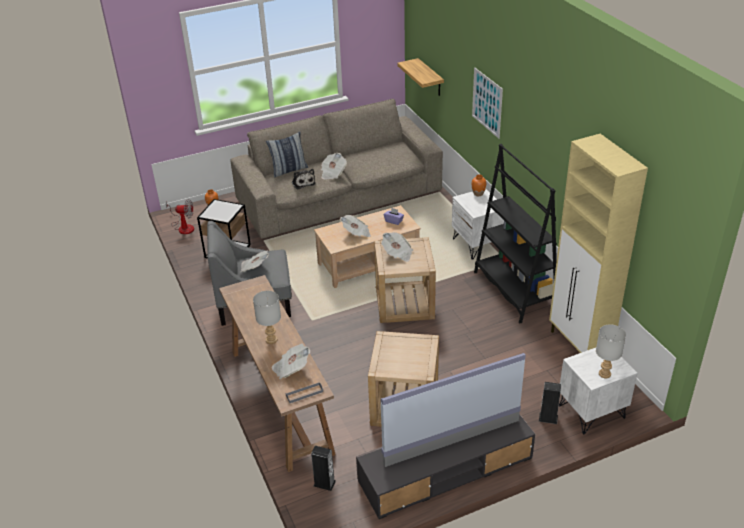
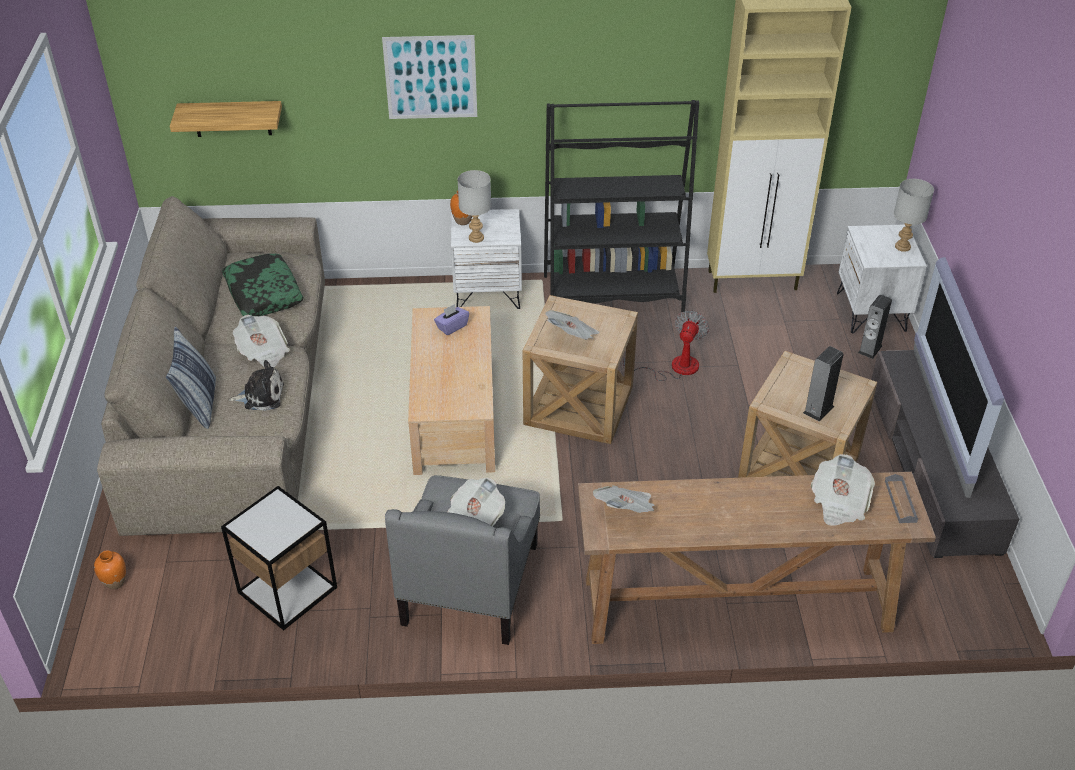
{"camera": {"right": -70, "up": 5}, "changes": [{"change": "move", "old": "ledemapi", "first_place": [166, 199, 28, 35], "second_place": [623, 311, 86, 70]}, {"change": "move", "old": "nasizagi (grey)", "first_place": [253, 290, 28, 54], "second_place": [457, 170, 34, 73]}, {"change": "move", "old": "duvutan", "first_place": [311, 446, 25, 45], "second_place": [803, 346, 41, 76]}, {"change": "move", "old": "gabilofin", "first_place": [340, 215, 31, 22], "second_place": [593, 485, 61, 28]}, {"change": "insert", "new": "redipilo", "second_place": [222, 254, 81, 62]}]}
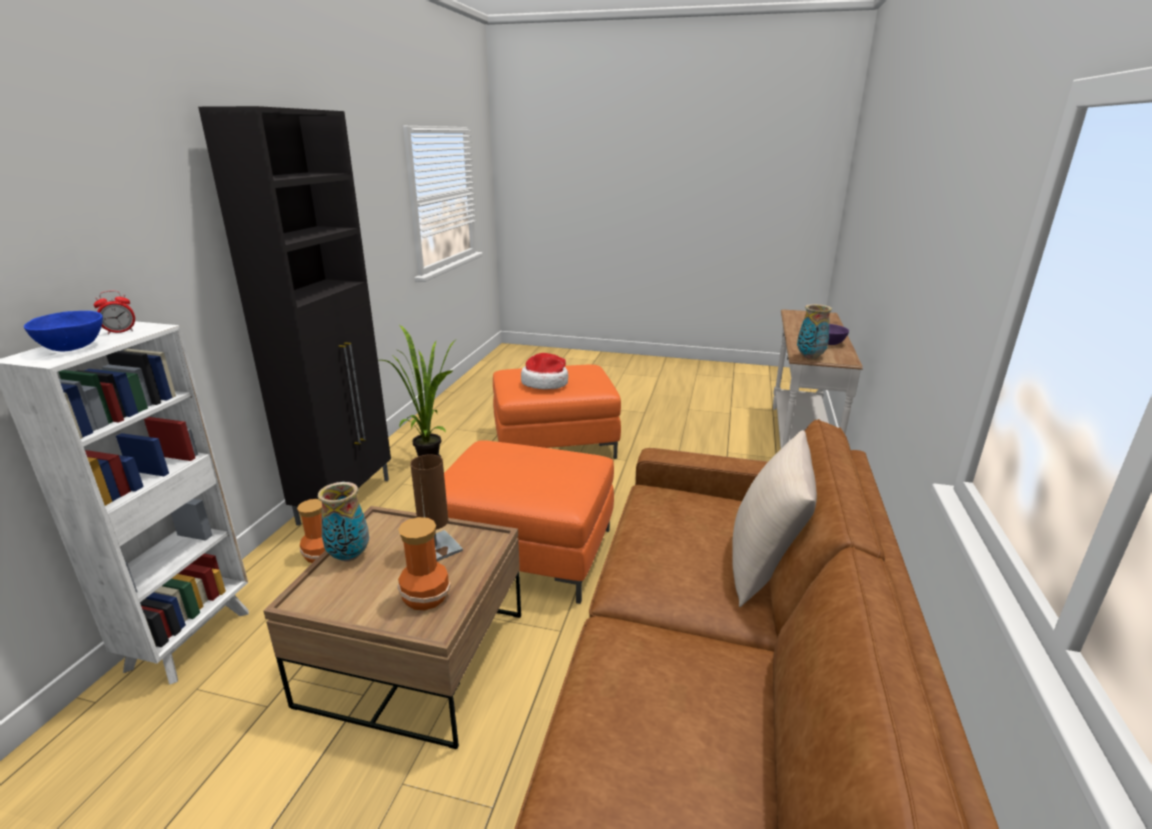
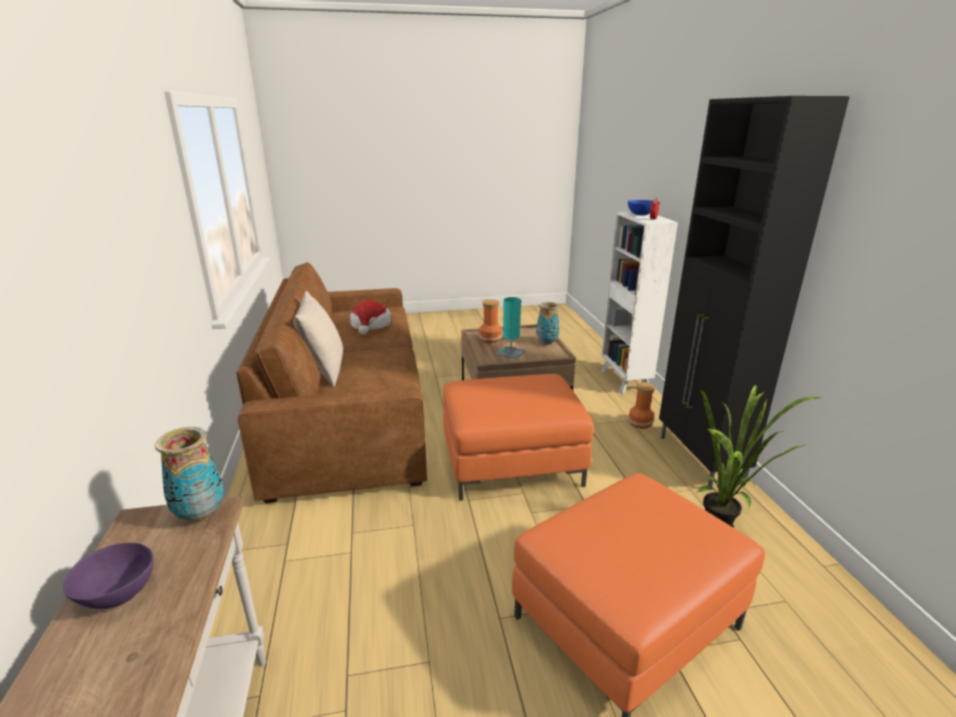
{"camera": {"right": 155, "up": 0}, "changes": [{"change": "recolor", "old": "nasizagi (brown)", "new": "nasizagi (turquoise)", "first_place": [410, 454, 53, 107], "second_place": [496, 297, 30, 62]}, {"change": "move", "old": "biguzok", "first_place": [521, 353, 47, 36], "second_place": [350, 300, 41, 35]}]}
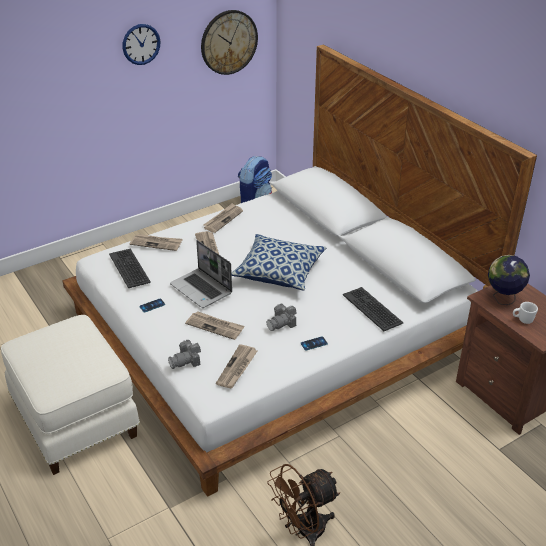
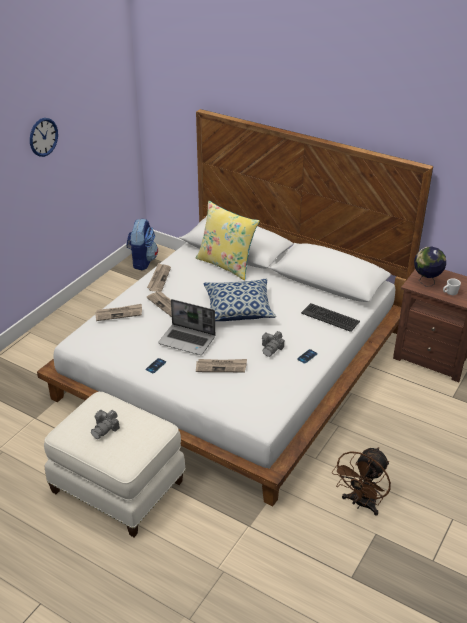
{"camera": {"right": -25, "up": 0}, "changes": [{"change": "delete", "old": "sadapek", "first_place": [109, 249, 42, 39]}, {"change": "move", "old": "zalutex", "first_place": [168, 340, 33, 29], "second_place": [91, 410, 29, 29]}, {"change": "delete", "old": "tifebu", "first_place": [201, 10, 57, 65]}, {"change": "delete", "old": "gabilofin", "first_place": [216, 344, 41, 45]}, {"change": "insert", "new": "redipilo (yellow)", "second_place": [196, 201, 64, 79]}]}
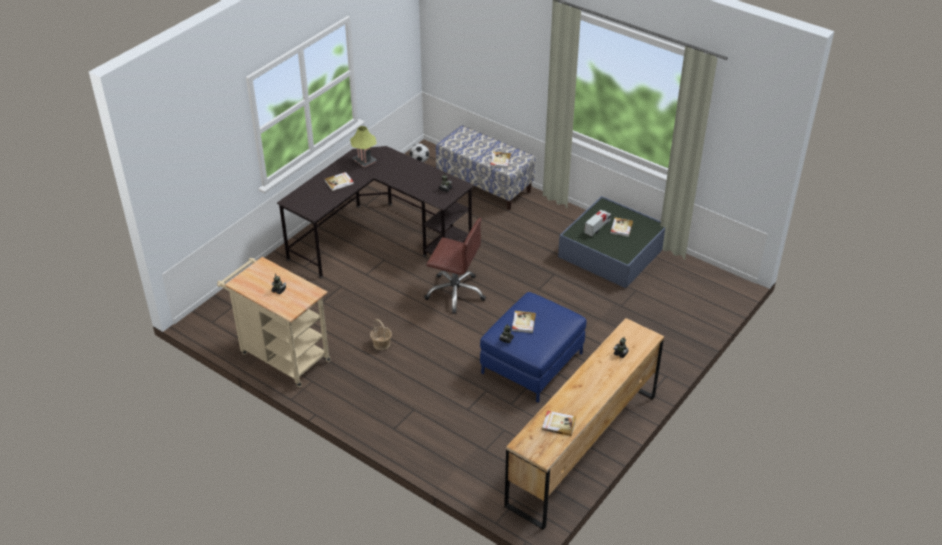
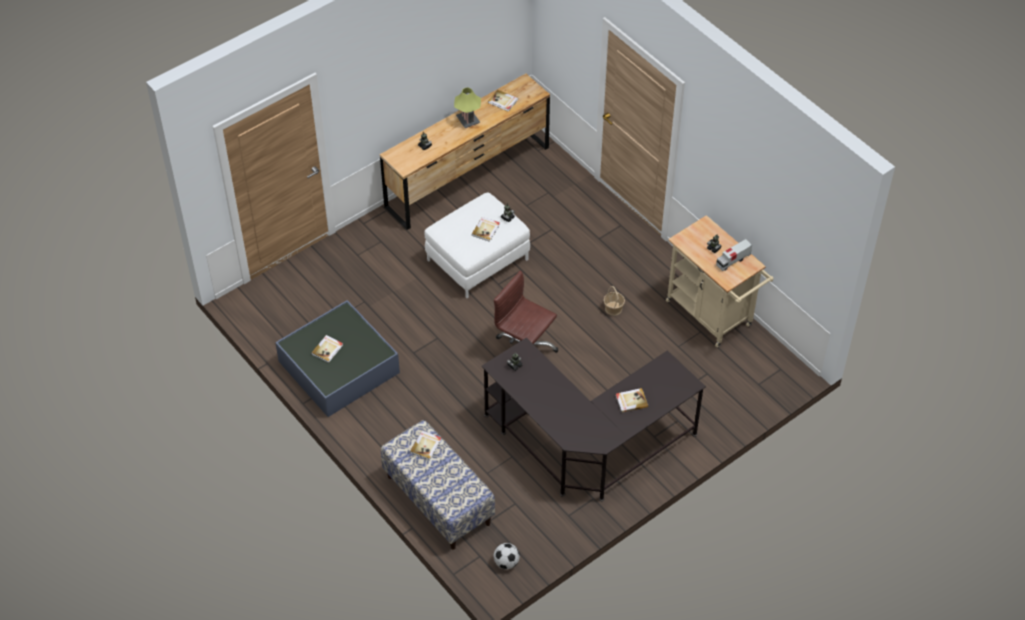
{"camera": {"right": -165, "up": 10}, "changes": [{"change": "move", "old": "nasizagi", "first_place": [350, 126, 27, 42], "second_place": [454, 87, 27, 41]}, {"change": "recolor", "old": "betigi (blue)", "new": "betigi (white)", "first_place": [480, 292, 106, 110], "second_place": [425, 192, 105, 106]}, {"change": "move", "old": "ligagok", "first_place": [584, 210, 27, 27], "second_place": [716, 239, 36, 32]}]}
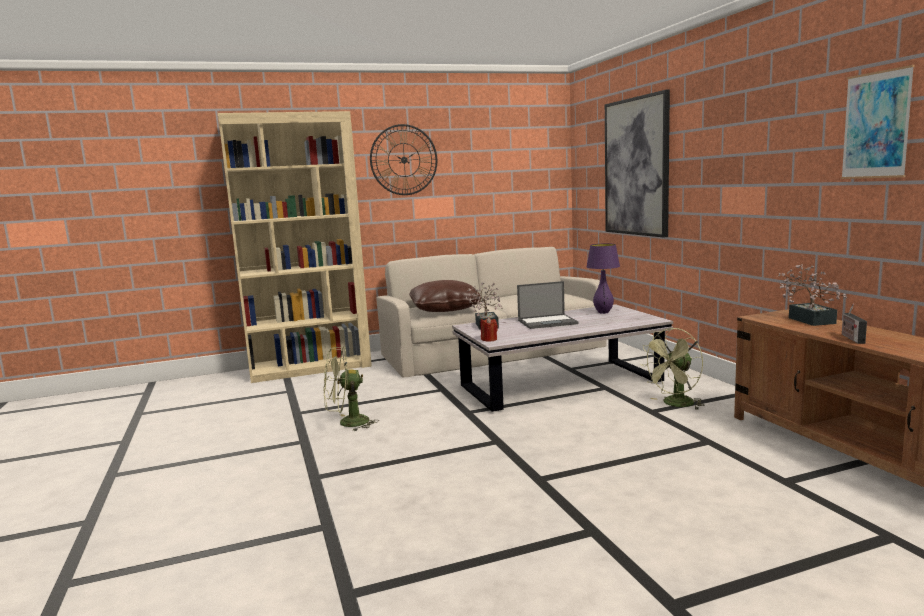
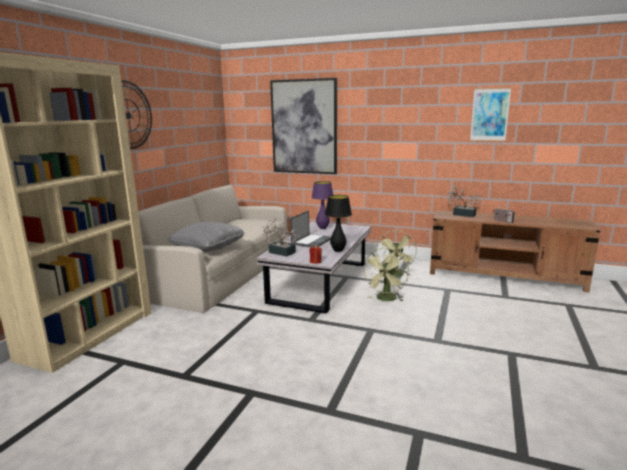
{"camera": {"right": -50, "up": 5}, "changes": [{"change": "move", "old": "ledemapi (green)", "first_place": [323, 347, 56, 85], "second_place": [363, 248, 46, 53]}, {"change": "recolor", "old": "redipilo (brown)", "new": "redipilo (grey)", "first_place": [409, 280, 73, 32], "second_place": [168, 221, 77, 31]}, {"change": "insert", "new": "nasizagi (black)", "second_place": [325, 195, 27, 57]}]}
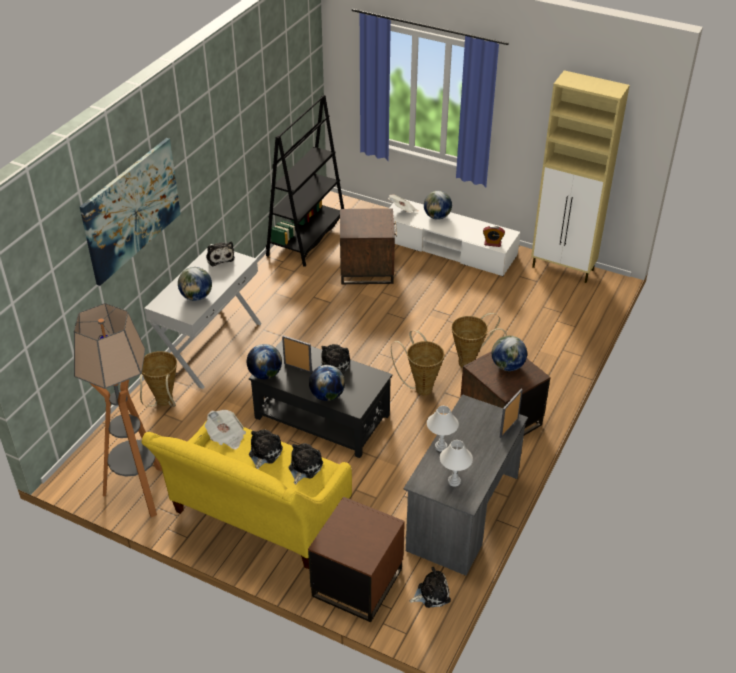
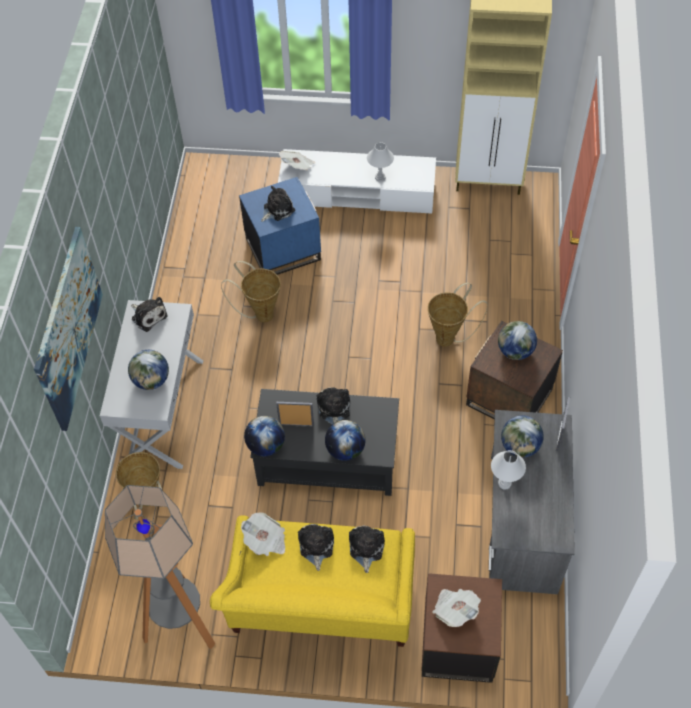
{"camera": {"right": -20, "up": 15}, "changes": [{"change": "delete", "old": "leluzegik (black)", "first_place": [266, 95, 78, 172]}, {"change": "recolor", "old": "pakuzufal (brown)", "new": "pakuzufal (blue)", "first_place": [340, 208, 57, 76], "second_place": [239, 177, 82, 98]}, {"change": "move", "old": "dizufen", "first_place": [391, 330, 53, 65], "second_place": [221, 261, 60, 61]}, {"change": "move", "old": "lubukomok", "first_place": [409, 567, 42, 41], "second_place": [261, 186, 34, 36]}, {"change": "move", "old": "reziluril", "first_place": [424, 191, 28, 29], "second_place": [501, 415, 43, 43]}, {"change": "move", "old": "nasizagi (white)", "first_place": [440, 440, 33, 46], "second_place": [367, 142, 27, 40]}, {"change": "delete", "old": "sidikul", "first_place": [483, 225, 22, 22]}, {"change": "insert", "new": "gabilofin", "second_place": [432, 589, 49, 38]}]}
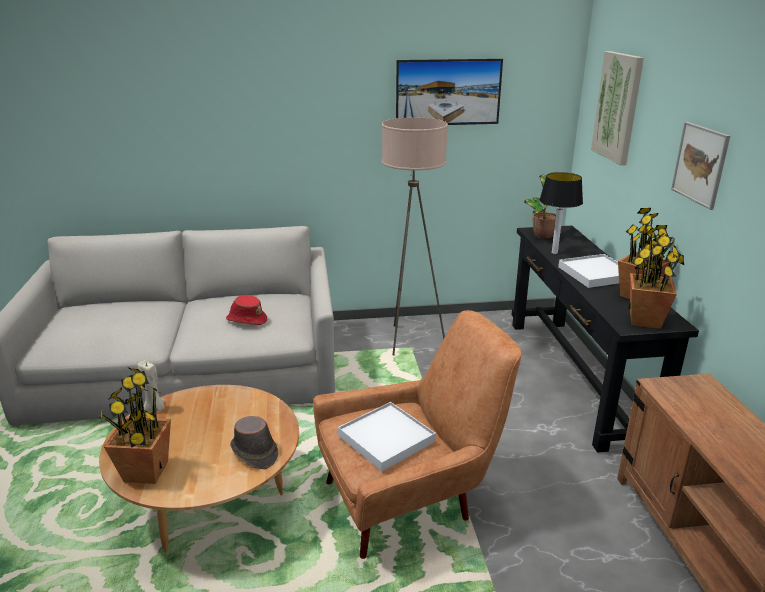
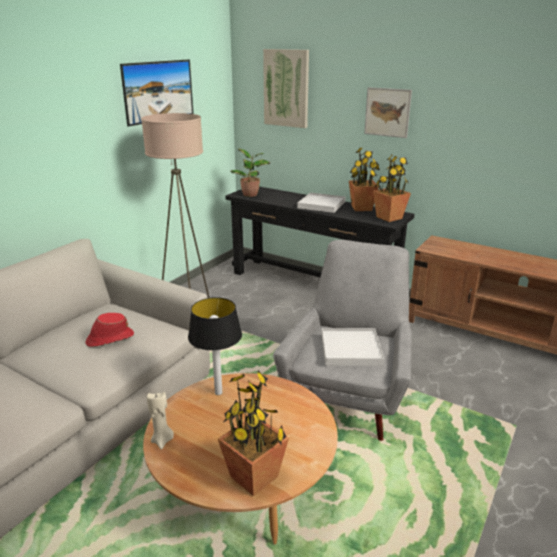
{"camera": {"right": -50, "up": 0}, "changes": [{"change": "delete", "old": "biguzok (brown)", "first_place": [230, 416, 48, 53]}, {"change": "recolor", "old": "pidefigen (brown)", "new": "pidefigen (grey)", "first_place": [313, 310, 209, 249], "second_place": [273, 240, 139, 201]}, {"change": "move", "old": "nasizagi", "first_place": [539, 172, 44, 82], "second_place": [188, 297, 54, 98]}]}
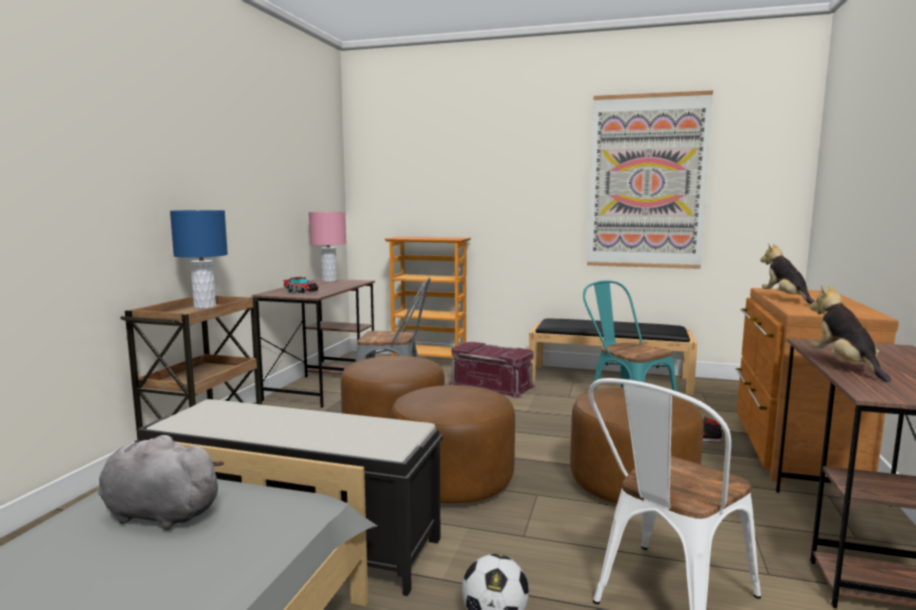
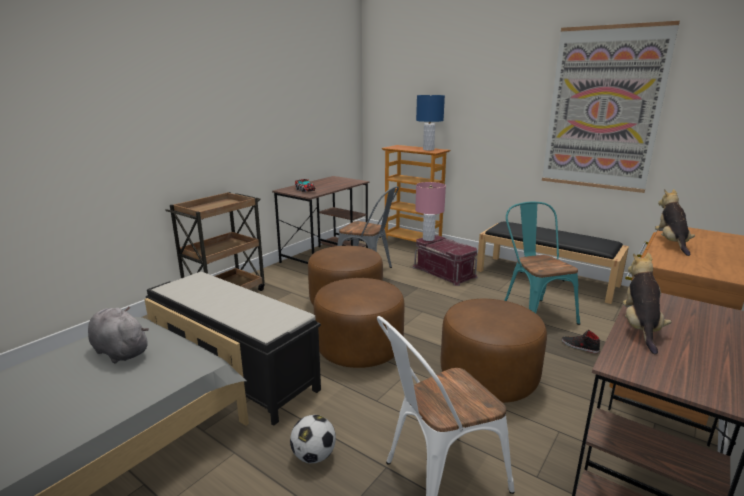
{"camera": {"right": 20, "up": 10}, "changes": [{"change": "move", "old": "nasizagi (blue)", "first_place": [170, 210, 58, 99], "second_place": [416, 95, 29, 56]}, {"change": "move", "old": "nasizagi (pink)", "first_place": [309, 212, 37, 70], "second_place": [415, 182, 31, 59]}]}
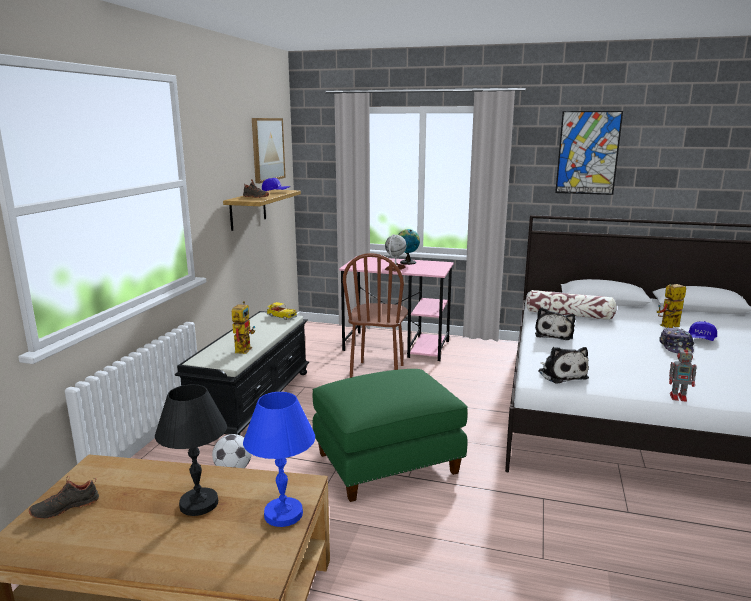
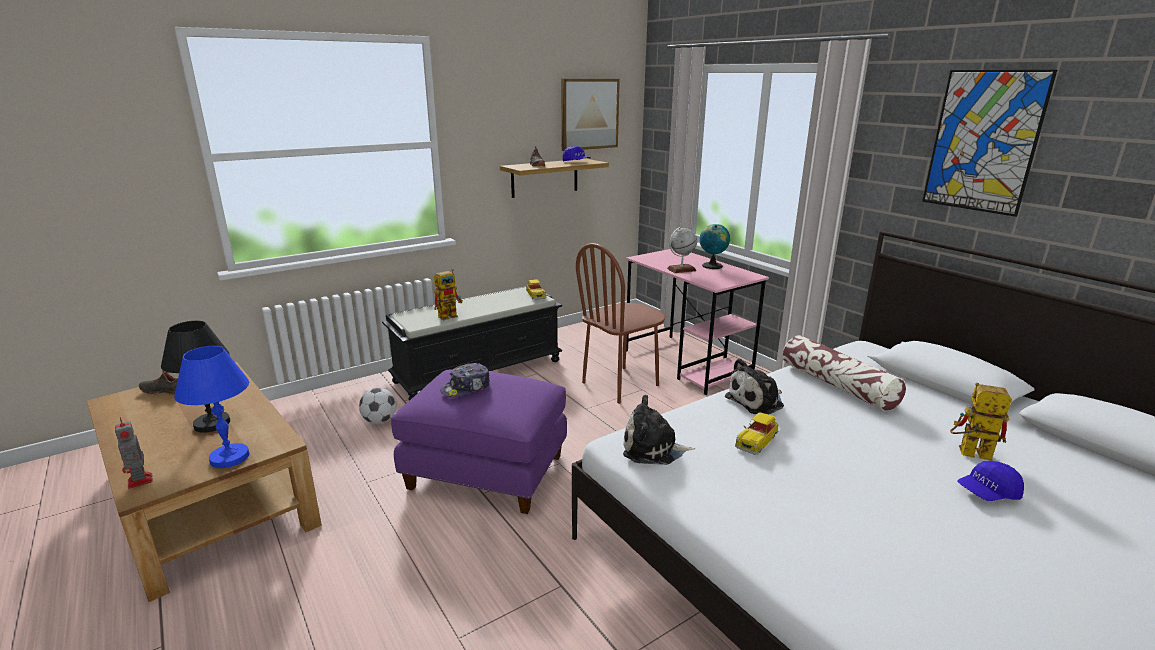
{"camera": {"right": 40, "up": 5}, "changes": [{"change": "recolor", "old": "betigi (green)", "new": "betigi (purple)", "first_place": [313, 369, 155, 133], "second_place": [391, 369, 176, 145]}, {"change": "rotate", "old": "lubukomok", "first_place": [538, 347, 51, 37], "second_place": [623, 395, 73, 70], "degrees": 75}, {"change": "move", "old": "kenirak", "first_place": [660, 327, 35, 26], "second_place": [441, 363, 49, 35]}, {"change": "move", "old": "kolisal", "first_place": [669, 345, 28, 57], "second_place": [115, 417, 38, 72]}, {"change": "insert", "new": "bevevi", "second_place": [735, 412, 44, 43]}]}
